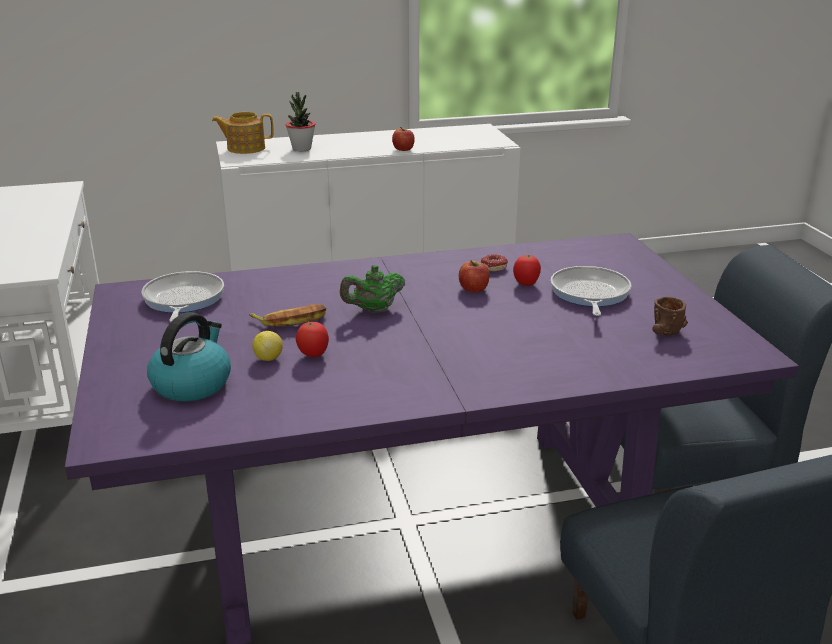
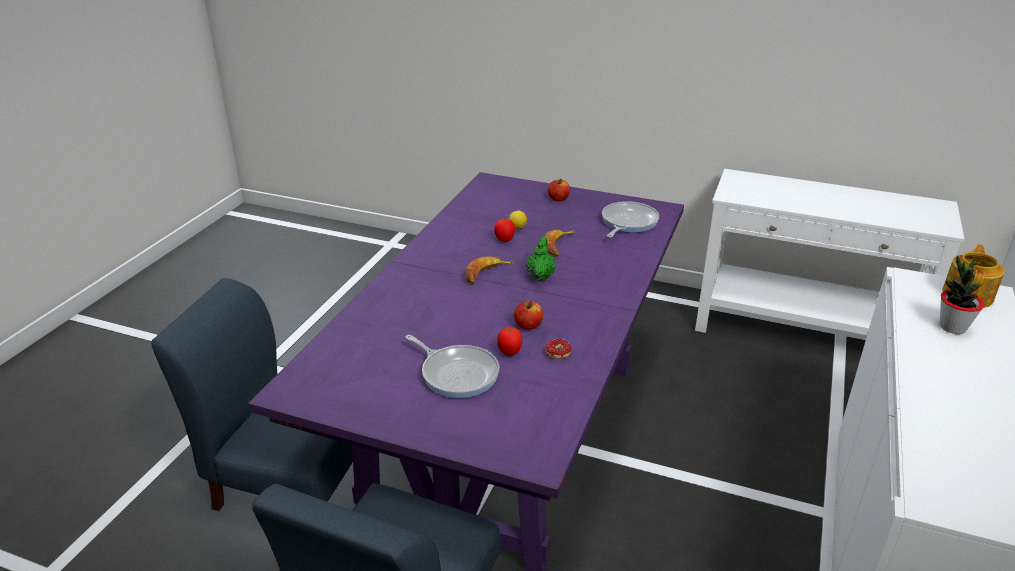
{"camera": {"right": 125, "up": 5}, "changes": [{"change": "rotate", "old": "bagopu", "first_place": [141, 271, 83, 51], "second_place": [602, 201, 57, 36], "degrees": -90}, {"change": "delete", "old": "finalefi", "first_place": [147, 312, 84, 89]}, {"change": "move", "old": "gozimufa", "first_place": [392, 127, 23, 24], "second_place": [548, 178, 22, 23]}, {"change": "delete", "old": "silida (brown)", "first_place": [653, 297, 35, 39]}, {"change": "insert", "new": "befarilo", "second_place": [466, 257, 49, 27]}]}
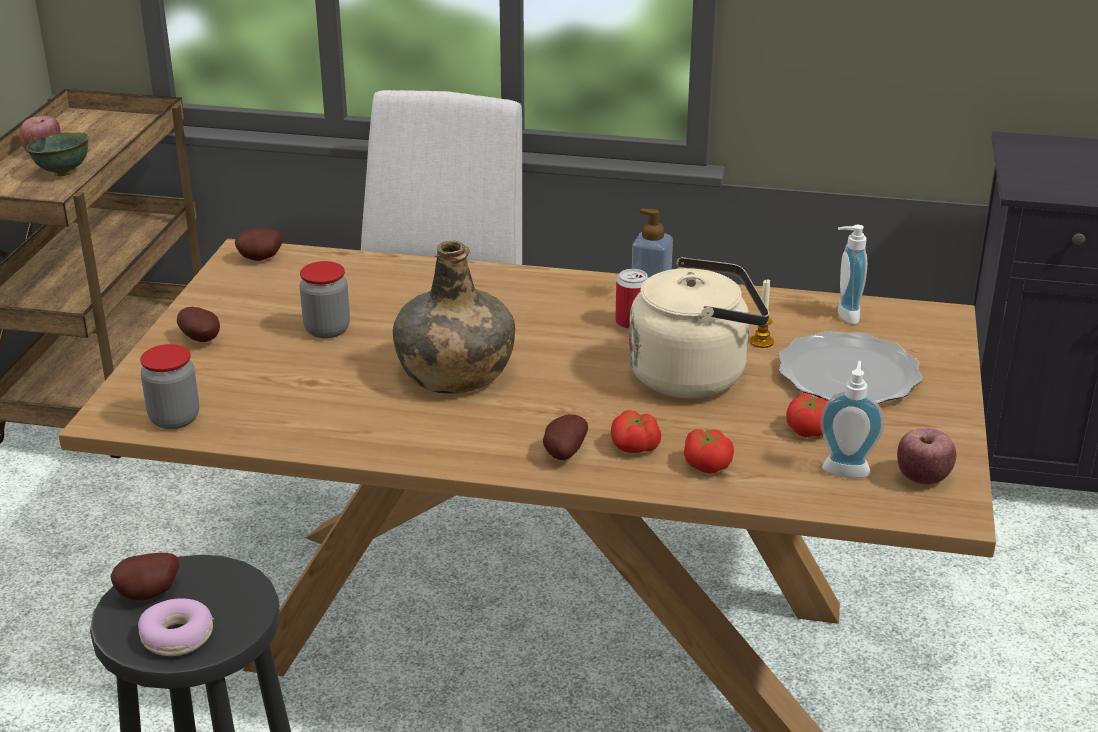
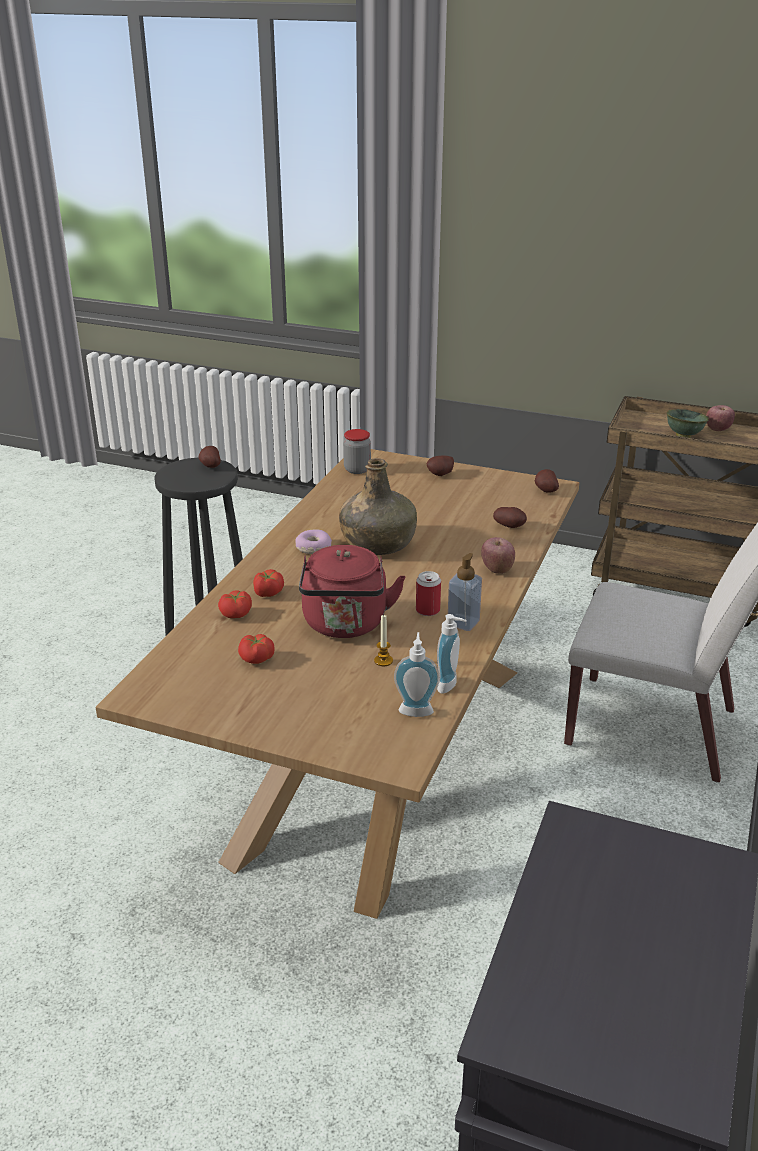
{"camera": {"right": 100, "up": 0}, "changes": [{"change": "move", "old": "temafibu", "first_place": [138, 598, 76, 58], "second_place": [295, 530, 37, 24]}, {"change": "delete", "old": "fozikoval", "first_place": [300, 261, 50, 78]}, {"change": "move", "old": "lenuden", "first_place": [543, 414, 45, 46], "second_place": [493, 507, 34, 21]}, {"change": "recolor", "old": "finalefi (beige)", "new": "finalefi (red)", "first_place": [629, 257, 141, 141], "second_place": [299, 545, 107, 93]}, {"change": "delete", "old": "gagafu", "first_place": [778, 331, 144, 73]}, {"change": "move", "old": "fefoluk", "first_place": [820, 361, 64, 117], "second_place": [437, 614, 30, 80]}, {"change": "move", "old": "gozimufa", "first_place": [897, 428, 59, 57], "second_place": [481, 537, 34, 37]}]}
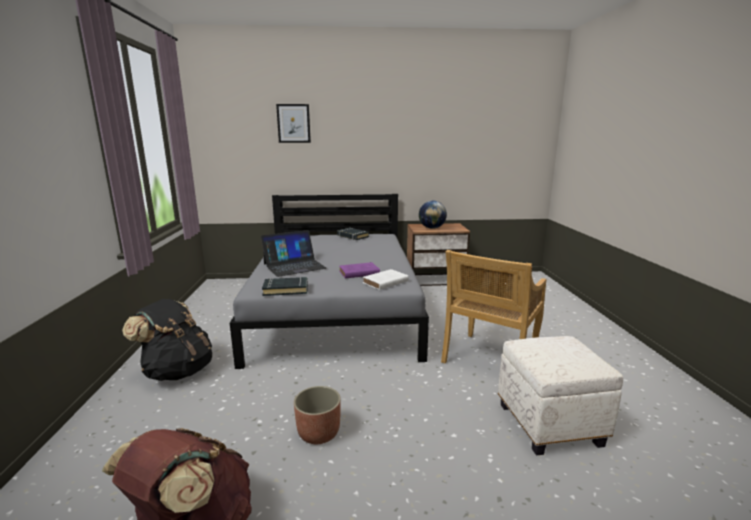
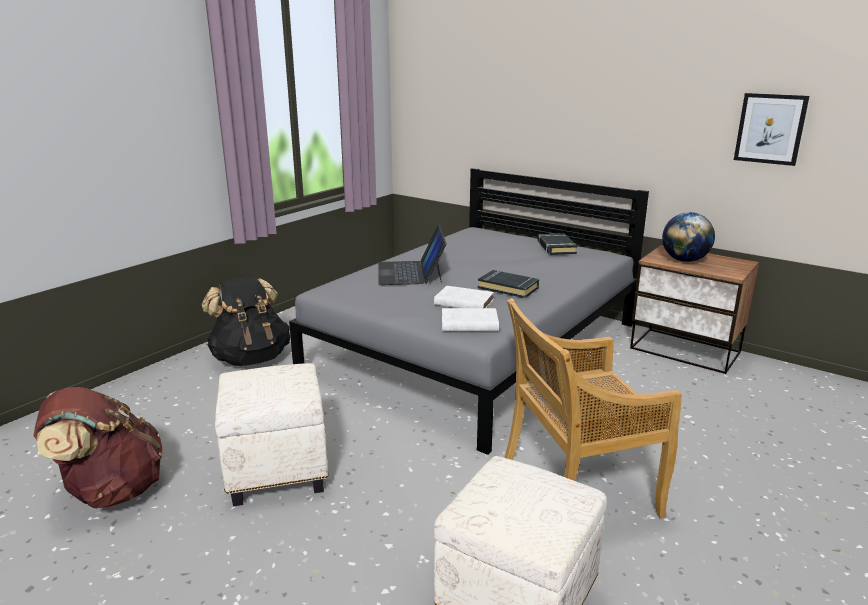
{"camera": {"right": 40, "up": 5}, "changes": [{"change": "rotate", "old": "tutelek", "first_place": [261, 230, 65, 47], "second_place": [378, 225, 69, 60], "degrees": 75}, {"change": "move", "old": "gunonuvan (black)", "first_place": [262, 277, 46, 19], "second_place": [478, 270, 61, 28]}, {"change": "move", "old": "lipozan", "first_place": [276, 104, 35, 39], "second_place": [734, 93, 75, 73]}, {"change": "replace", "old": "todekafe", "new": "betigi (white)", "first_place": [294, 386, 47, 58], "second_place": [215, 363, 113, 144]}, {"change": "recolor", "old": "gunonuvan (purple)", "new": "gunonuvan (white)", "first_place": [339, 262, 41, 17], "second_place": [434, 286, 60, 22]}]}
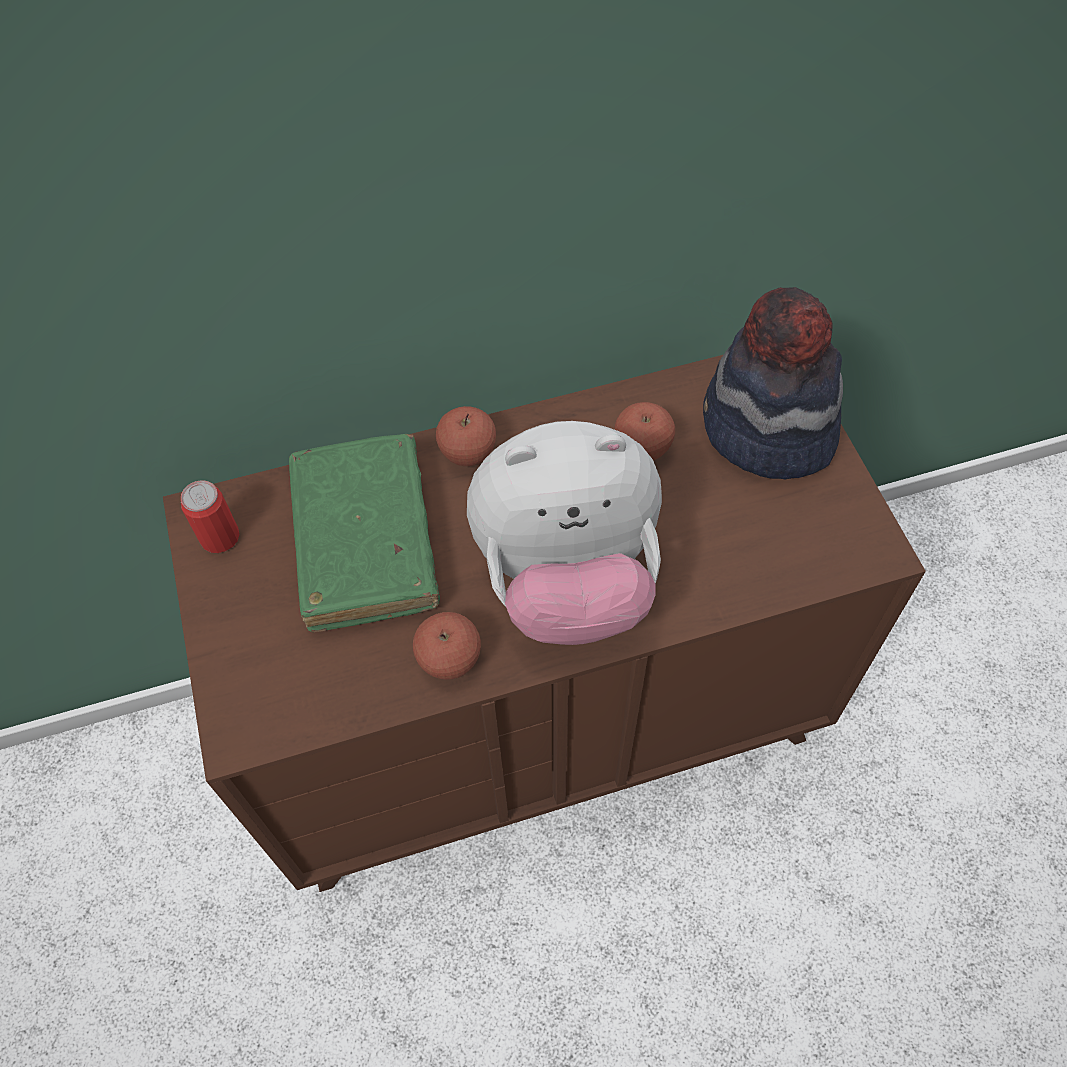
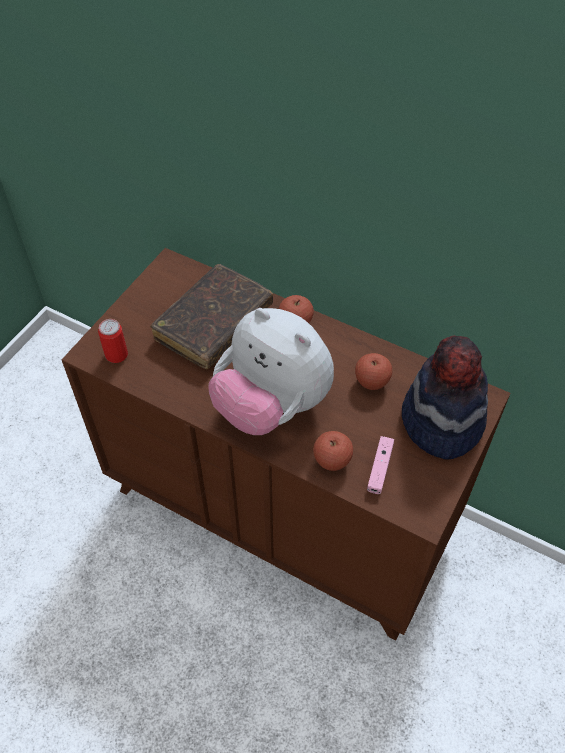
{"camera": {"right": 45, "up": -5}, "changes": [{"change": "move", "old": "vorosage", "first_place": [181, 480, 58, 73], "second_place": [98, 319, 30, 44]}, {"change": "recolor", "old": "gunonuvan (green)", "new": "gunonuvan (brown)", "first_place": [289, 434, 151, 198], "second_place": [150, 264, 123, 106]}, {"change": "move", "old": "gozimufa", "first_place": [413, 612, 68, 68], "second_place": [313, 431, 40, 40]}, {"change": "insert", "new": "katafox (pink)", "second_place": [367, 436, 27, 58]}]}
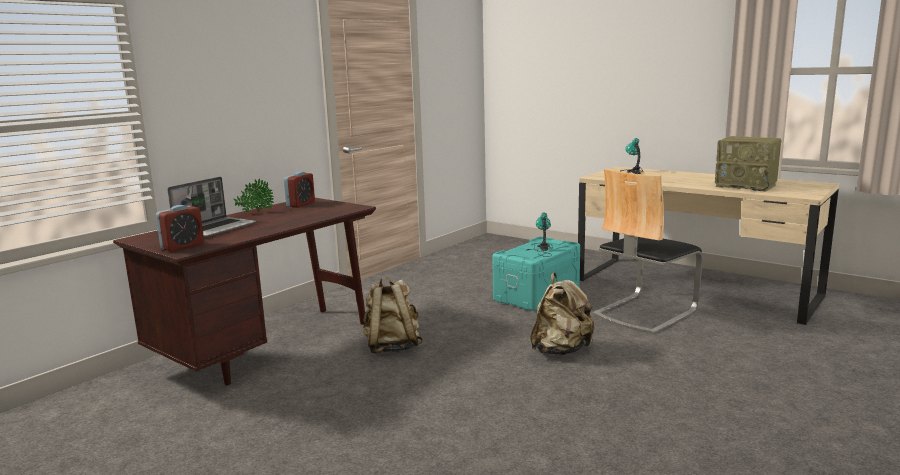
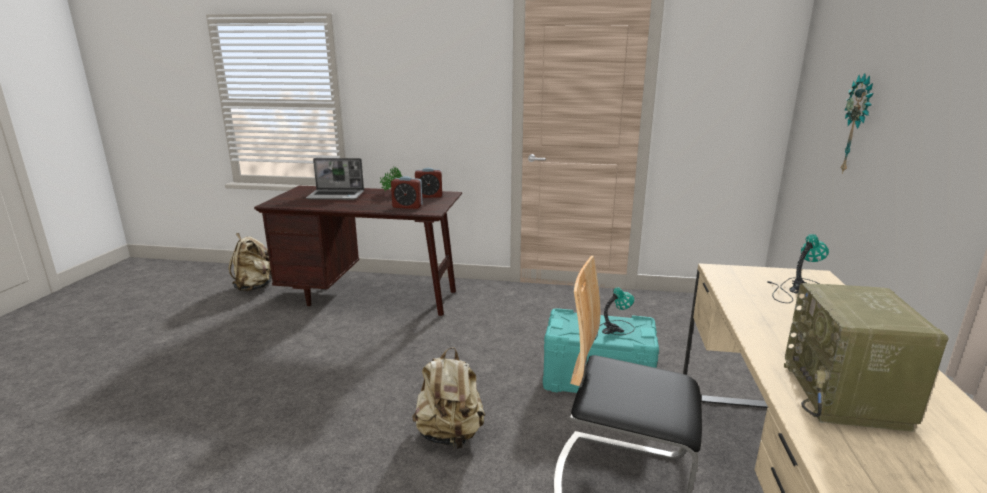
{"camera": {"right": 60, "up": 5}, "changes": [{"change": "move", "old": "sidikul", "first_place": [156, 205, 48, 47], "second_place": [391, 176, 32, 33]}, {"change": "move", "old": "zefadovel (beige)", "first_place": [363, 277, 60, 77], "second_place": [229, 233, 43, 58]}, {"change": "insert", "new": "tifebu", "second_place": [840, 73, 34, 101]}]}
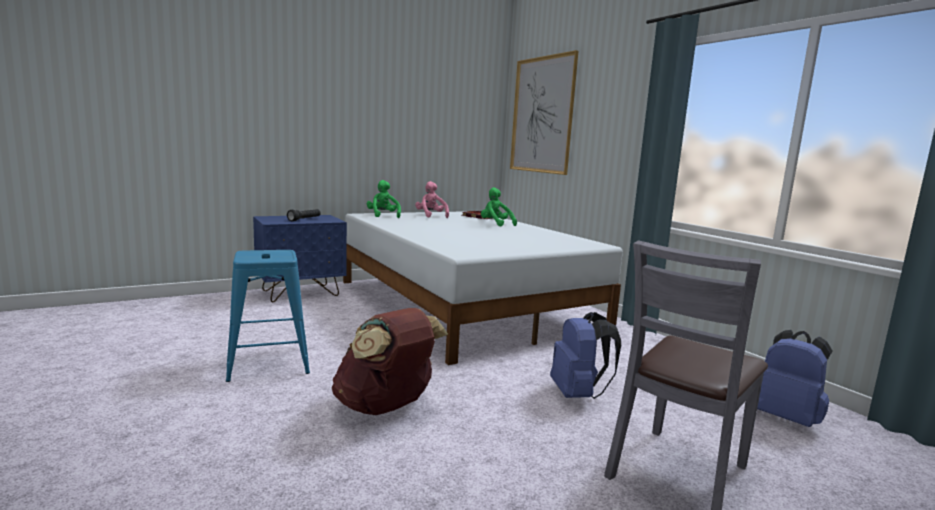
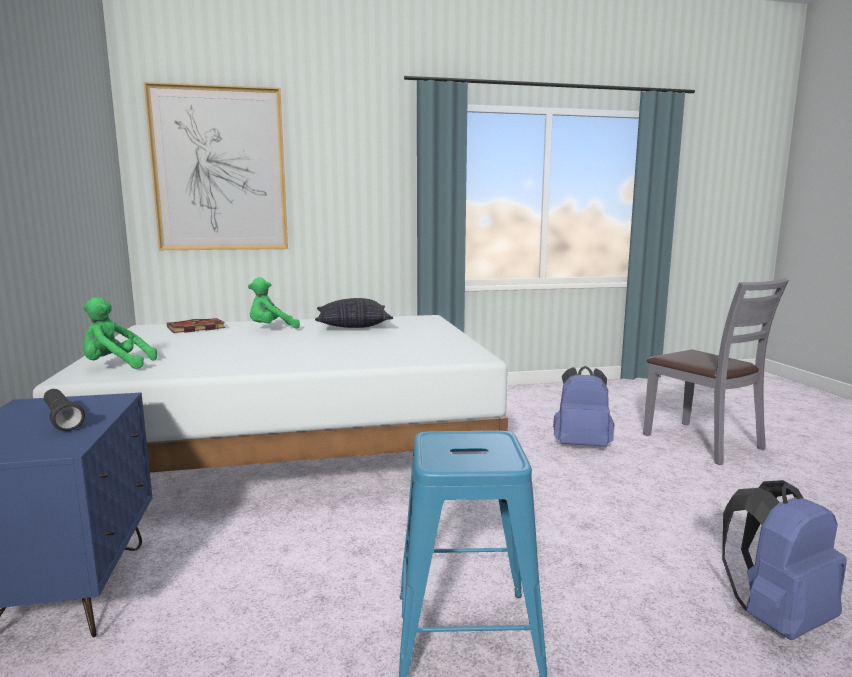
{"camera": {"right": -70, "up": 0}, "changes": [{"change": "delete", "old": "zefadovel (brown)", "first_place": [332, 308, 116, 107]}, {"change": "delete", "old": "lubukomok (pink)", "first_place": [415, 181, 34, 37]}, {"change": "move", "old": "zefadovel (blue)", "first_place": [757, 330, 76, 97], "second_place": [722, 480, 125, 160]}, {"change": "insert", "new": "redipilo", "second_place": [315, 298, 78, 30]}]}
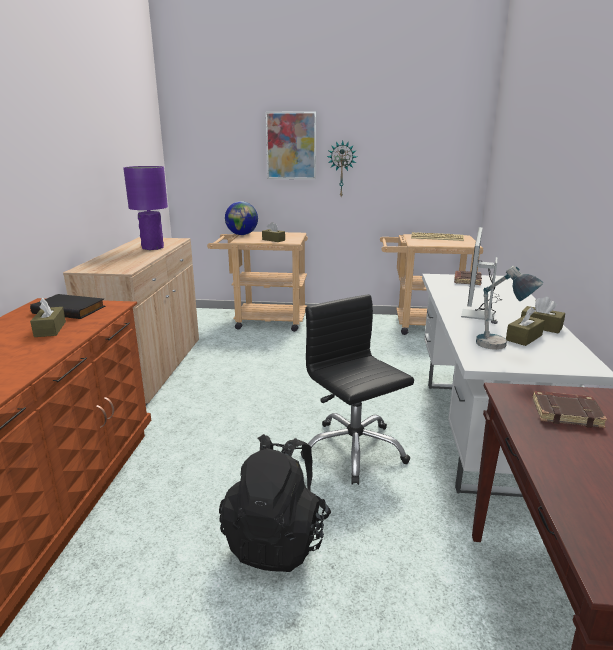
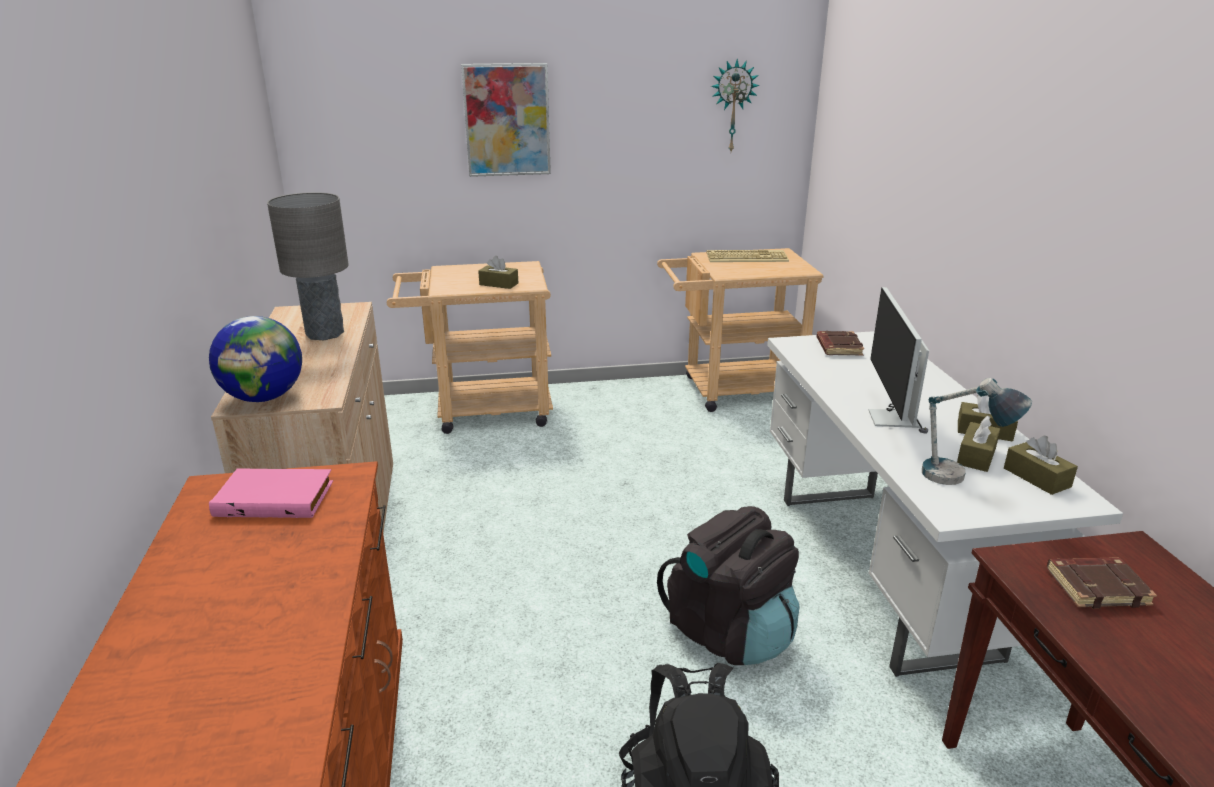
{"camera": {"right": -15, "up": 5}, "changes": [{"change": "recolor", "old": "gunonuvan (black)", "new": "gunonuvan (pink)", "first_place": [30, 294, 76, 25], "second_place": [209, 468, 124, 50]}, {"change": "move", "old": "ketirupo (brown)", "first_place": [30, 298, 36, 39], "second_place": [1004, 436, 74, 59]}, {"change": "recolor", "old": "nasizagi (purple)", "new": "nasizagi (grey)", "first_place": [123, 166, 45, 84], "second_place": [267, 192, 82, 148]}, {"change": "move", "old": "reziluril", "first_place": [225, 201, 33, 34], "second_place": [209, 316, 93, 86]}, {"change": "replace", "old": "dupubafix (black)", "new": "zefadovel (black)", "first_place": [301, 294, 113, 191], "second_place": [657, 506, 143, 159]}, {"change": "move", "old": "tifebu", "first_place": [327, 141, 30, 55], "second_place": [711, 59, 49, 92]}]}
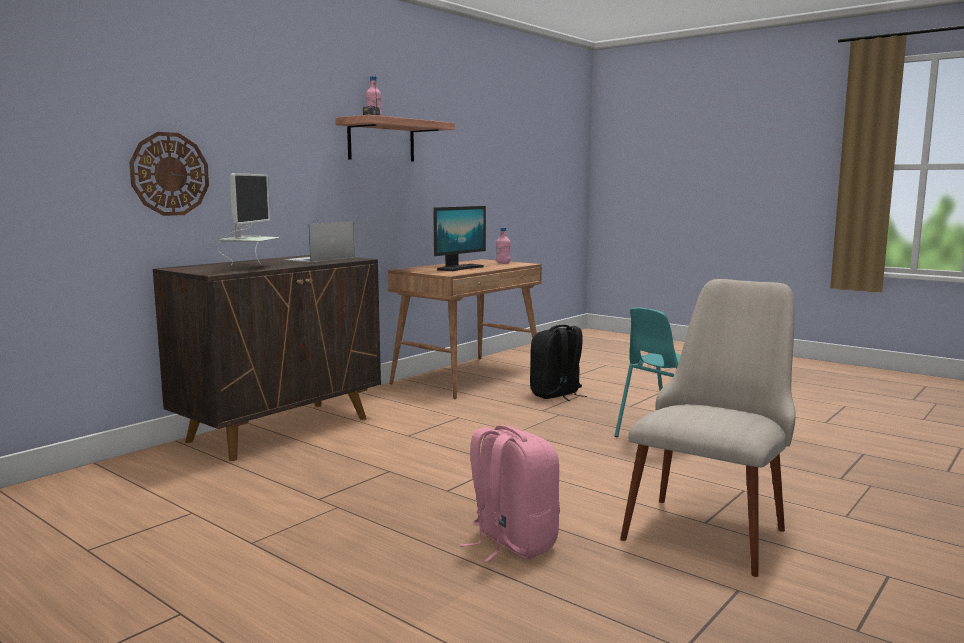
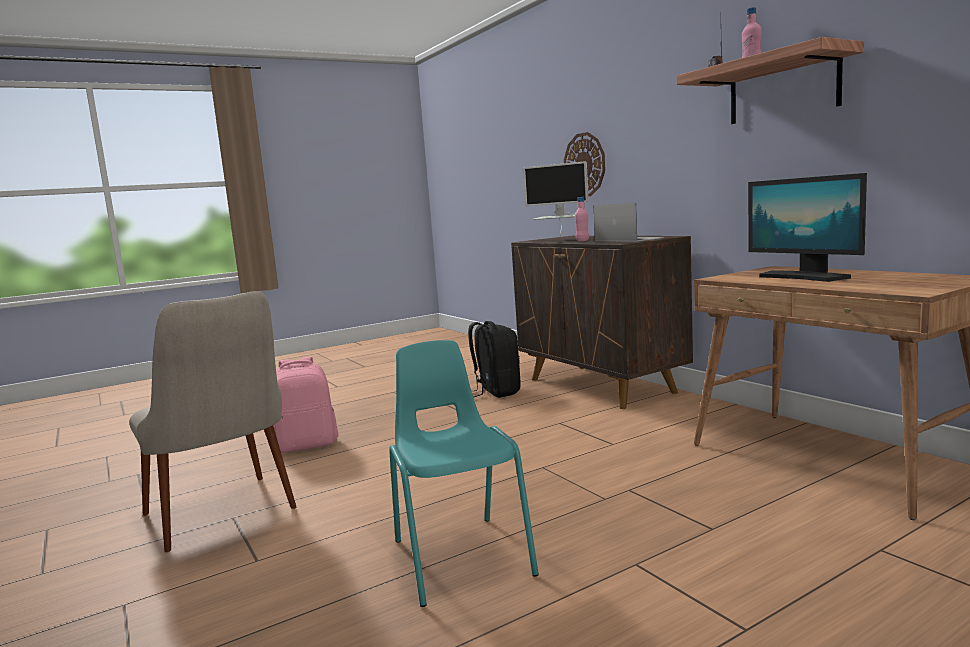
{"camera": {"right": 110, "up": 0}, "changes": [{"change": "move", "old": "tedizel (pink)", "first_place": [496, 227, 15, 37], "second_place": [575, 197, 14, 45]}, {"change": "move", "old": "zefadovel (black)", "first_place": [530, 325, 57, 76], "second_place": [468, 321, 52, 77]}]}
